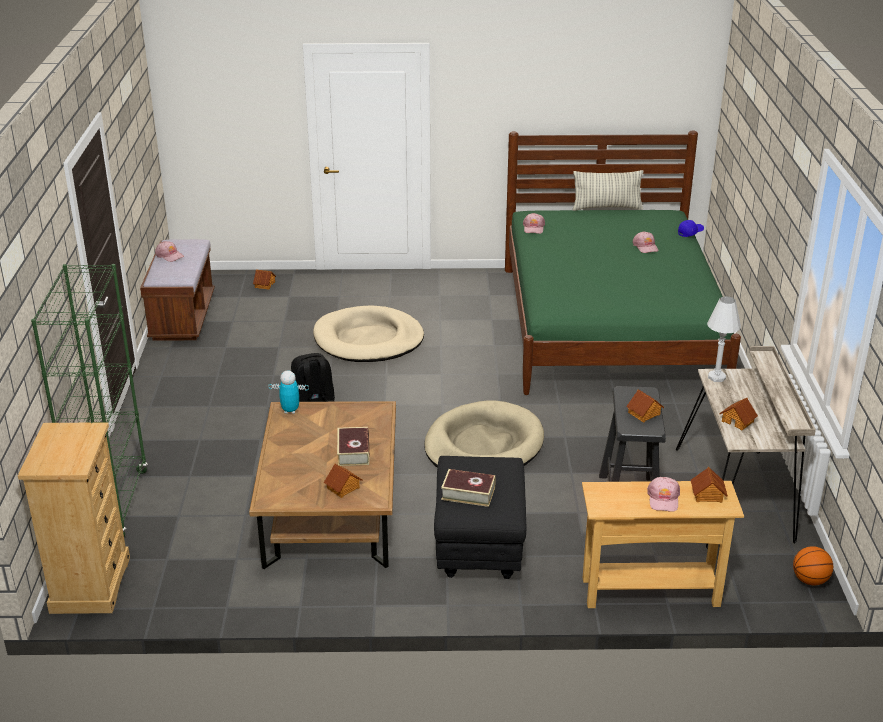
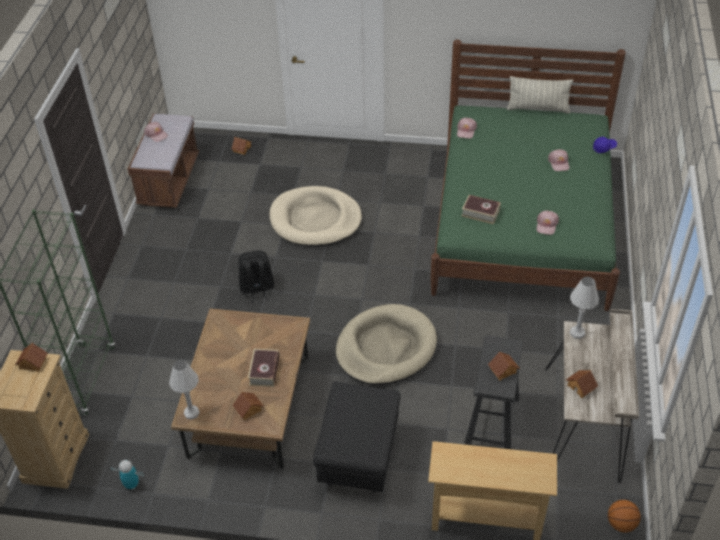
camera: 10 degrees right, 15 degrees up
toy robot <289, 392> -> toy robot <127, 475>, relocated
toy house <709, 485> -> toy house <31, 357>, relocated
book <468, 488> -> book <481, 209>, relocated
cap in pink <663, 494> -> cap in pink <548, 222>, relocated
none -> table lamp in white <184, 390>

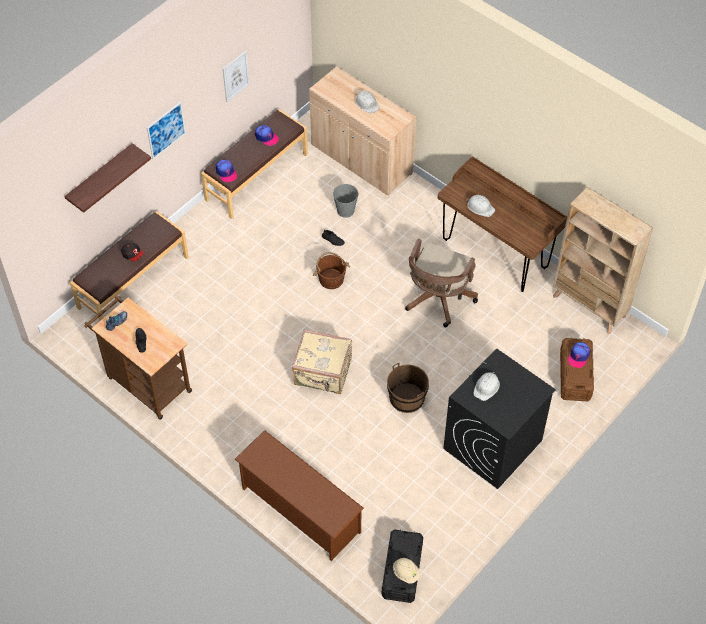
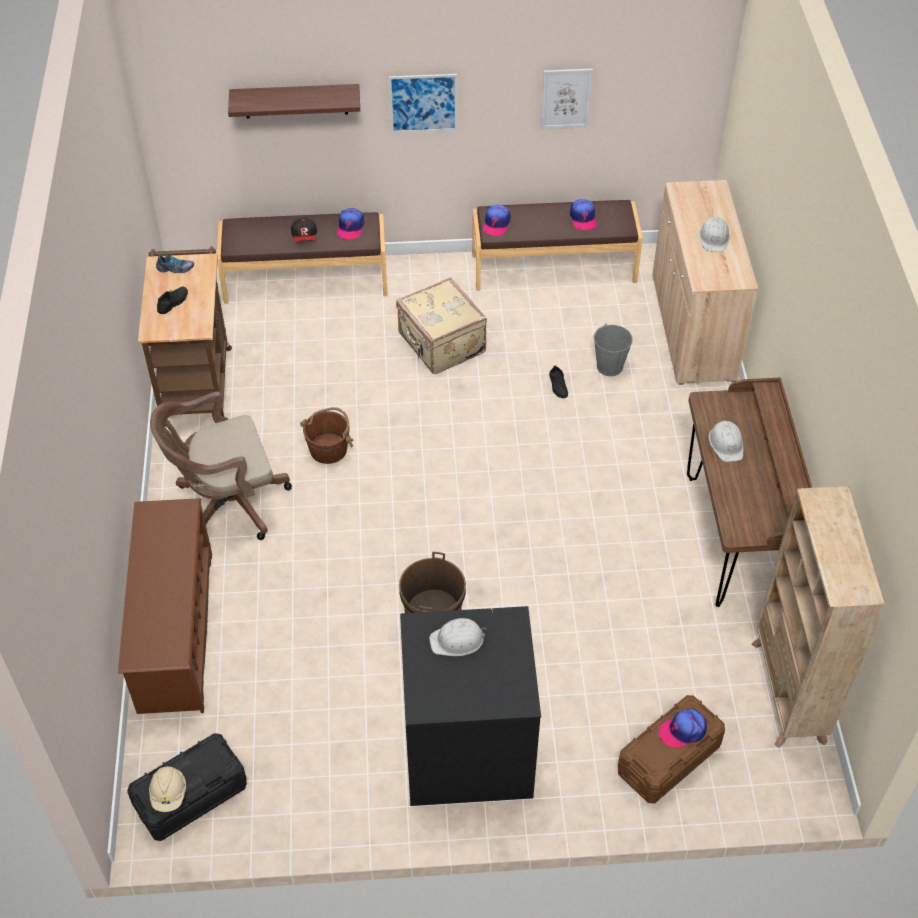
camera: 45 degrees right, 5 degrees down
office chair in brown <441, 283> -> office chair in brown <221, 466>, relocated
bucket in brown <331, 270> -> bucket in brown <326, 435>, relocated
suitcase in beige <322, 362> -> suitcase in beige <441, 325>, relocated
none -> cap <350, 223>

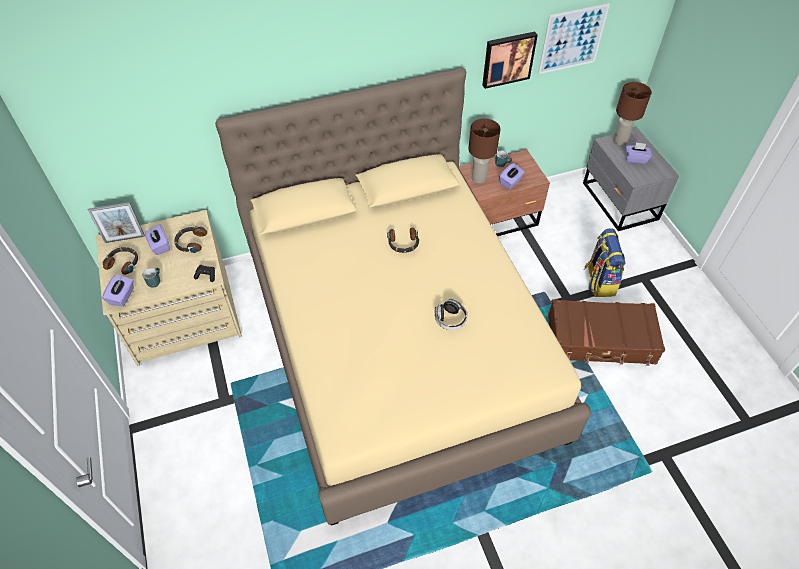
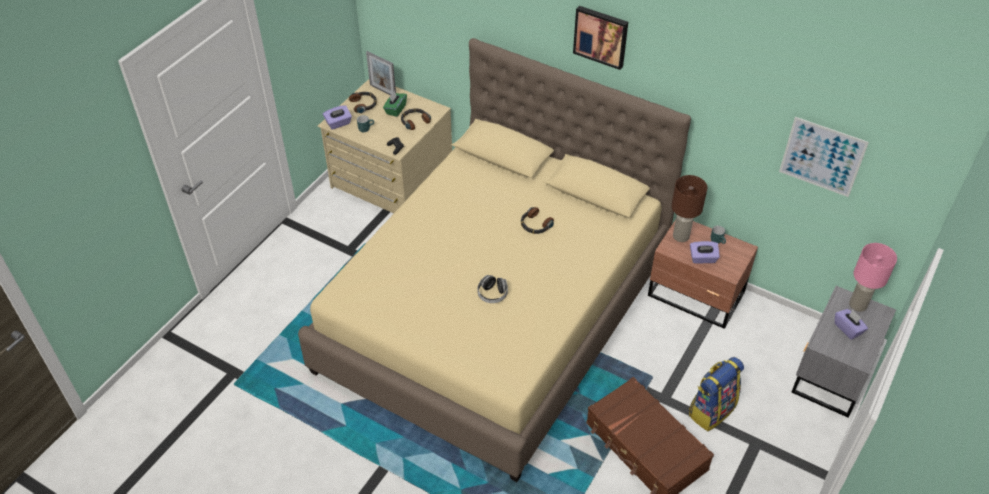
camera: 50 degrees right, 5 degrees down
picture <510, 60> -> picture <600, 38>, relocated
table lamp in brown <632, 114> -> table lamp in pink <873, 277>
tissue box in purple <157, 239> -> tissue box in green <395, 104>

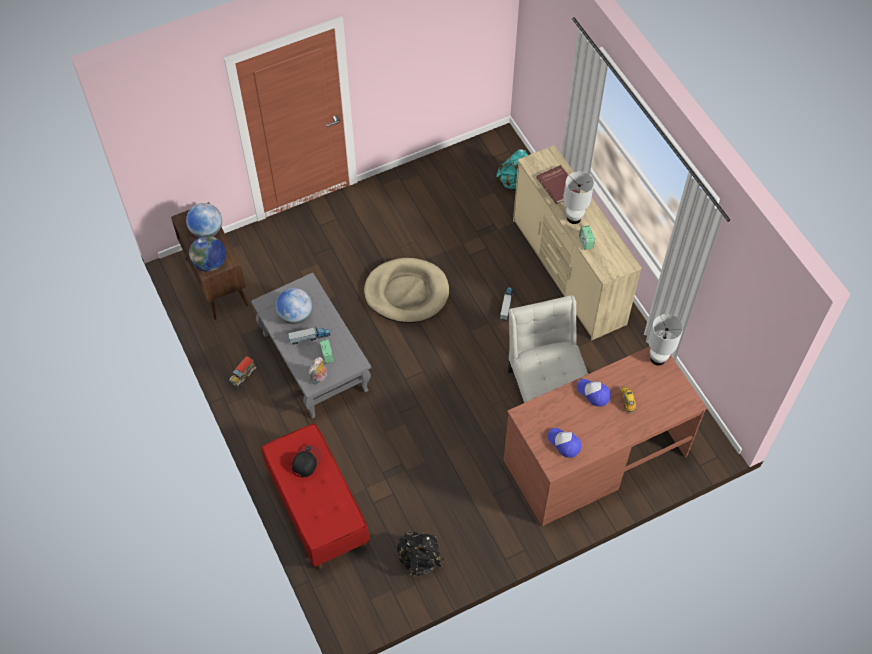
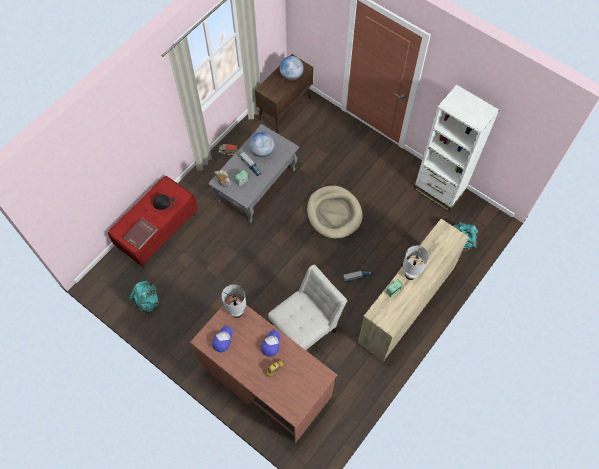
camera: 65 degrees right, 5 degrees up
book in red <556, 184> -> book in red <140, 233>, relocated
globe <207, 254> -> none
table lamp in white <665, 340> -> table lamp in white <234, 301>, relocated
backpack in black <420, 554> -> backpack in turquoise <144, 298>
none -> bookcase in white <456, 148>

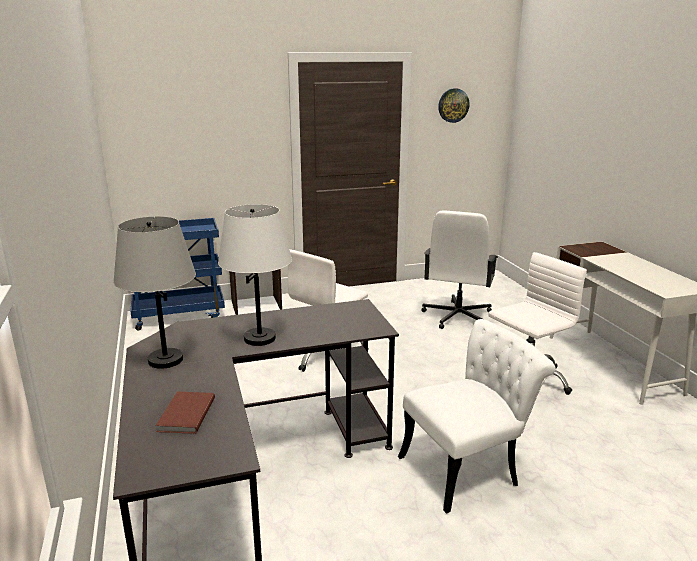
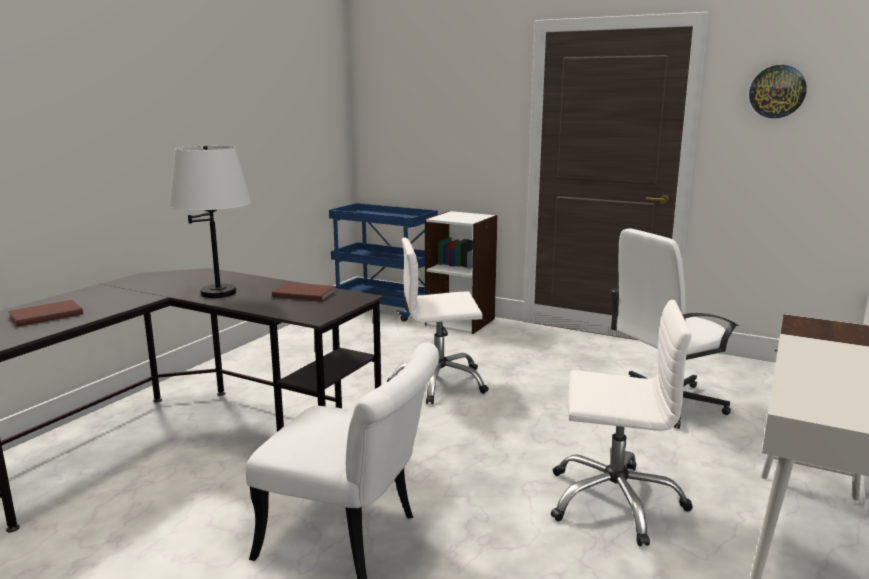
camera: 45 degrees right, 5 degrees down
table lamp in grey <154, 292> -> none
none -> book in brown <303, 291>

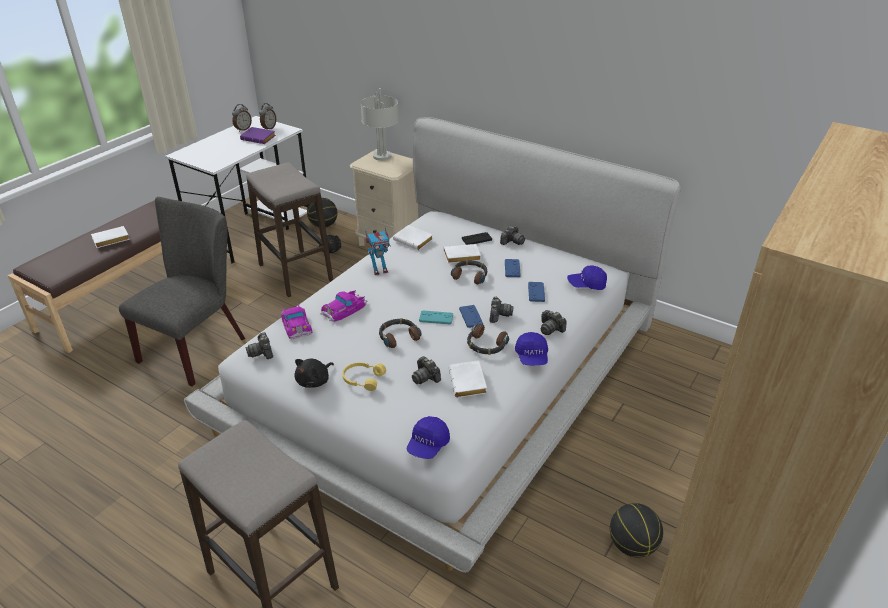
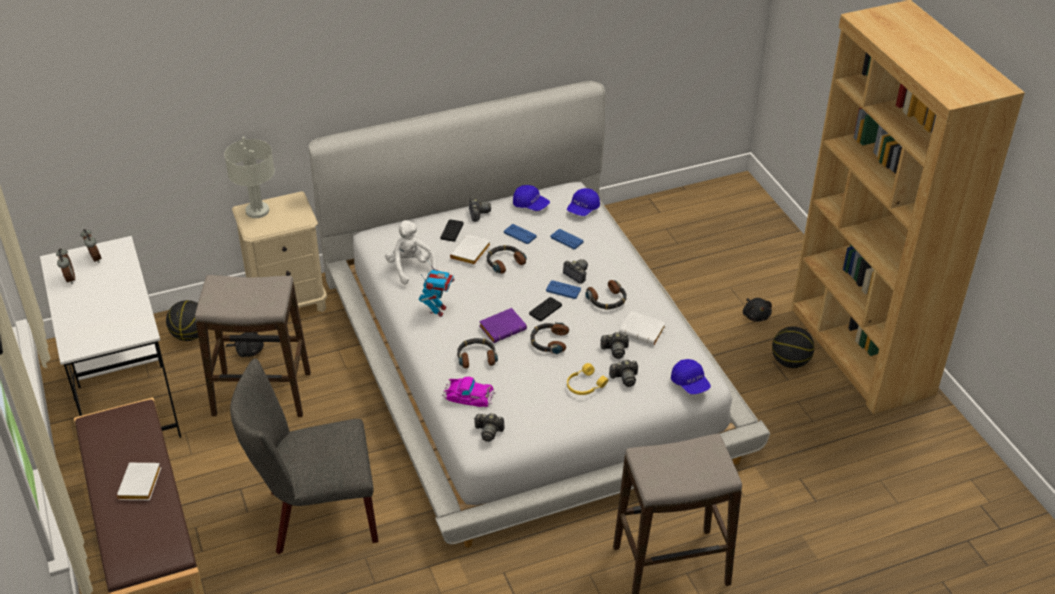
camera: 55 degrees left, 5 degrees up
book in purple <258, 135> -> book in purple <503, 325>, relocated
chair in grey <182, 292> -> chair in grey <304, 456>, 75 degrees counterclockwise
book in white <413, 237> -> plush toy in white <411, 252>
toy car <344, 306> -> headphones <477, 353>
game controller in turquoise <436, 317> -> game controller in black <545, 309>
photo camera <554, 322> -> photo camera <623, 373>, relocated
cap in blue <531, 348> -> cap in blue <531, 198>, relocated
plush toy in black <314, 373> -> plush toy in black <757, 310>, relocated

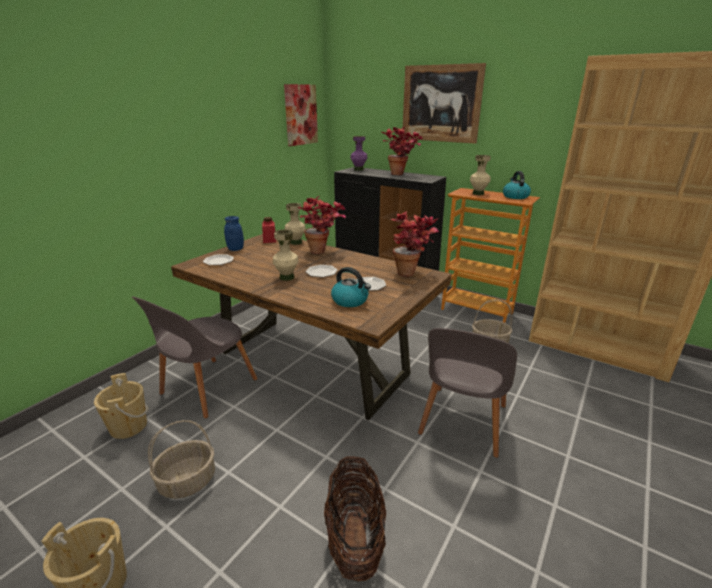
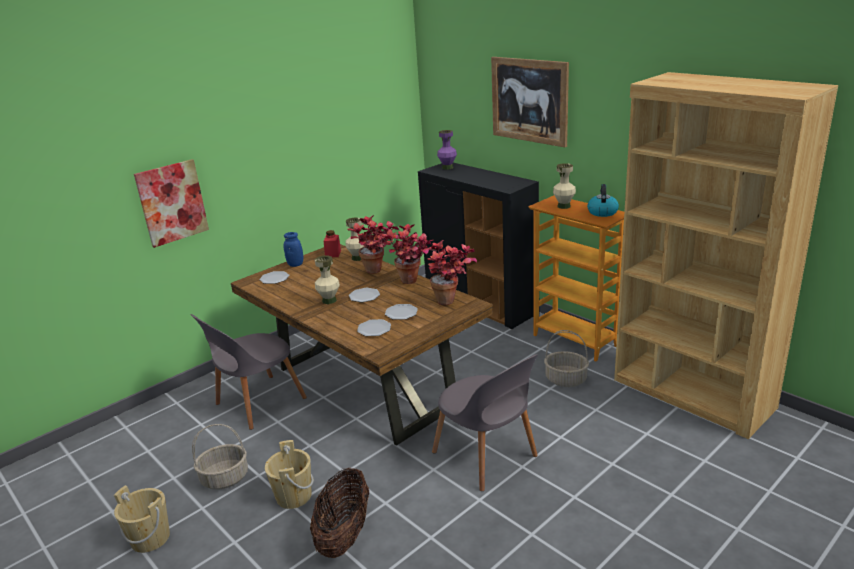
camera: 15 degrees right, 0 degrees up
picture <301, 115> -> picture <171, 203>, relocated
potted plant <402, 151> -> potted plant <406, 254>, relocated
kettle <351, 287> -> plate <374, 327>
chair in grey <467, 393> -> chair in grey <485, 422>, 75 degrees counterclockwise
bucket in beige <121, 406> -> bucket in beige <289, 474>, relocated

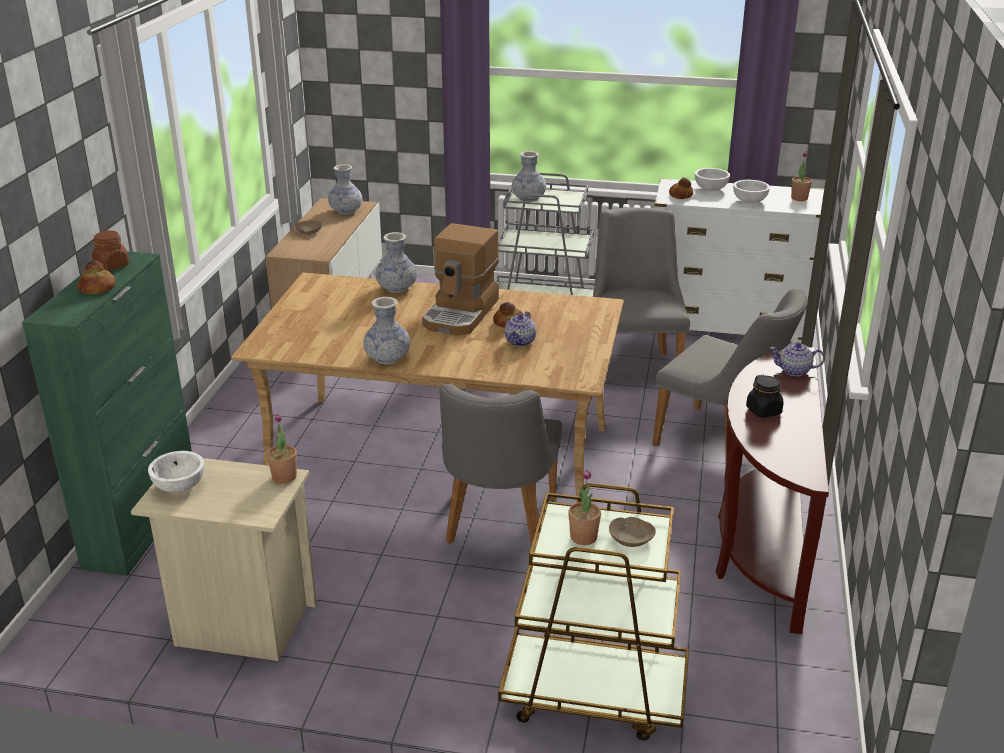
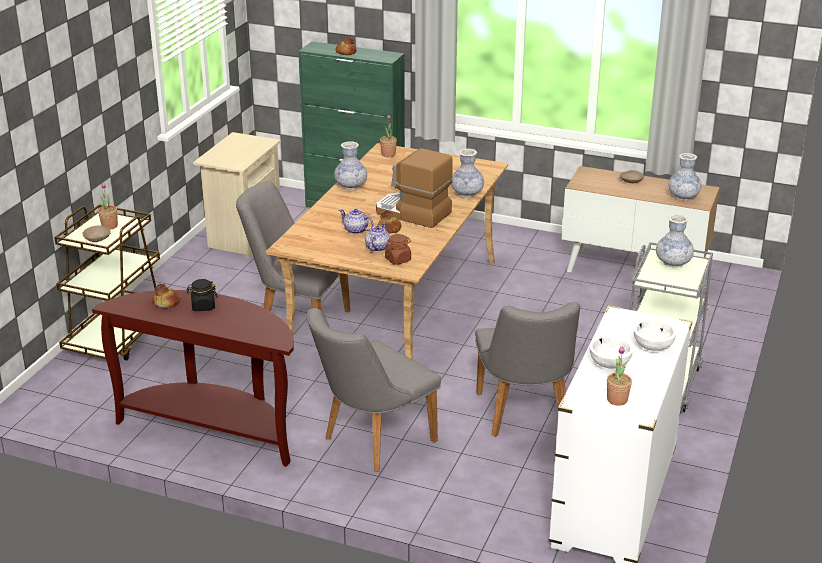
camera: 100 degrees right, 0 degrees up
bread <681, 188> -> bread <166, 296>, relocated
chair in grey <641, 282> -> chair in grey <527, 369>, 75 degrees clockwise
jar in brown <110, 251> -> jar in brown <398, 249>, relocated
teapot <797, 359> -> teapot <377, 237>, relocated
potted plant <282, 448> -> potted plant <388, 136>, relocated
bowl in white <176, 472> -> none

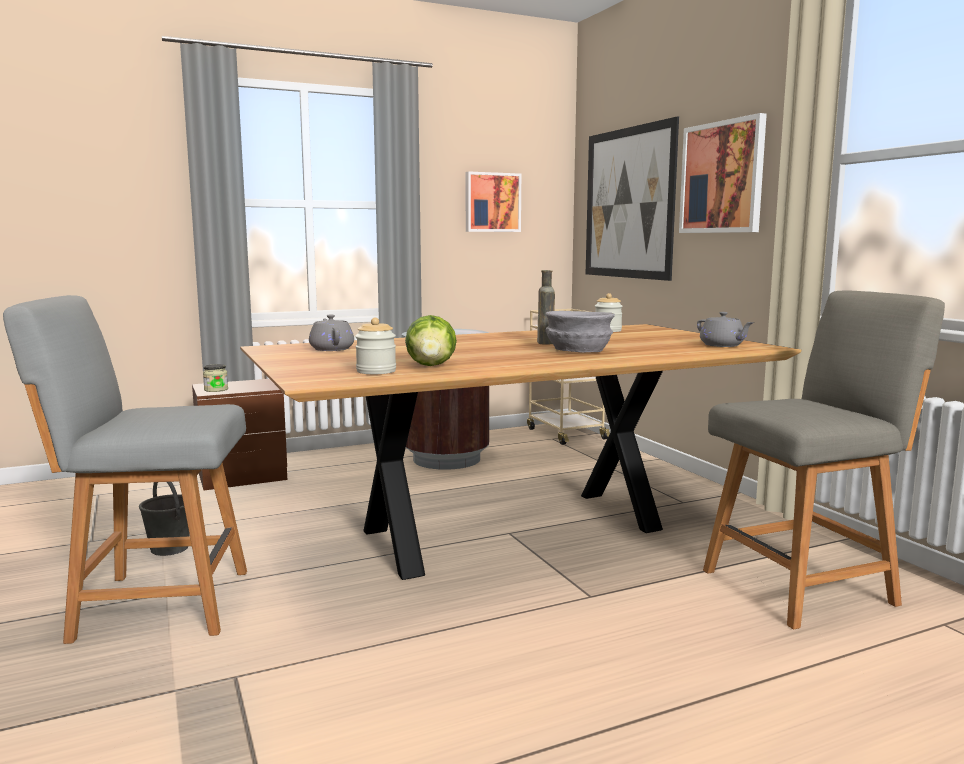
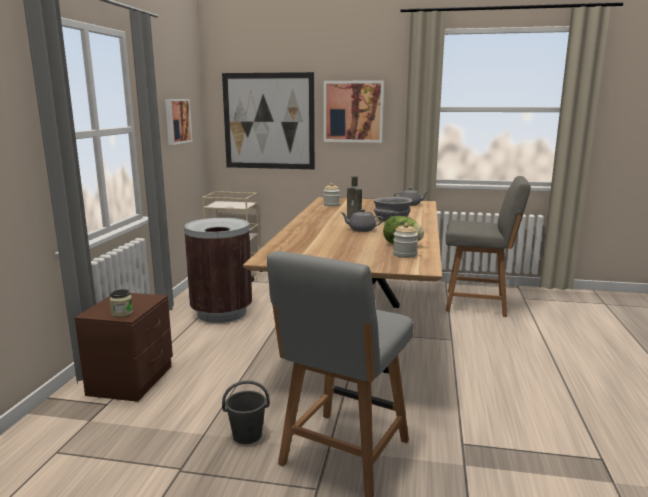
camera: 55 degrees left, 5 degrees up
chair in grey <824, 459> -> chair in grey <488, 246>, 90 degrees clockwise
teapot in grey <331, 333> -> teapot in grey <361, 220>, relocated

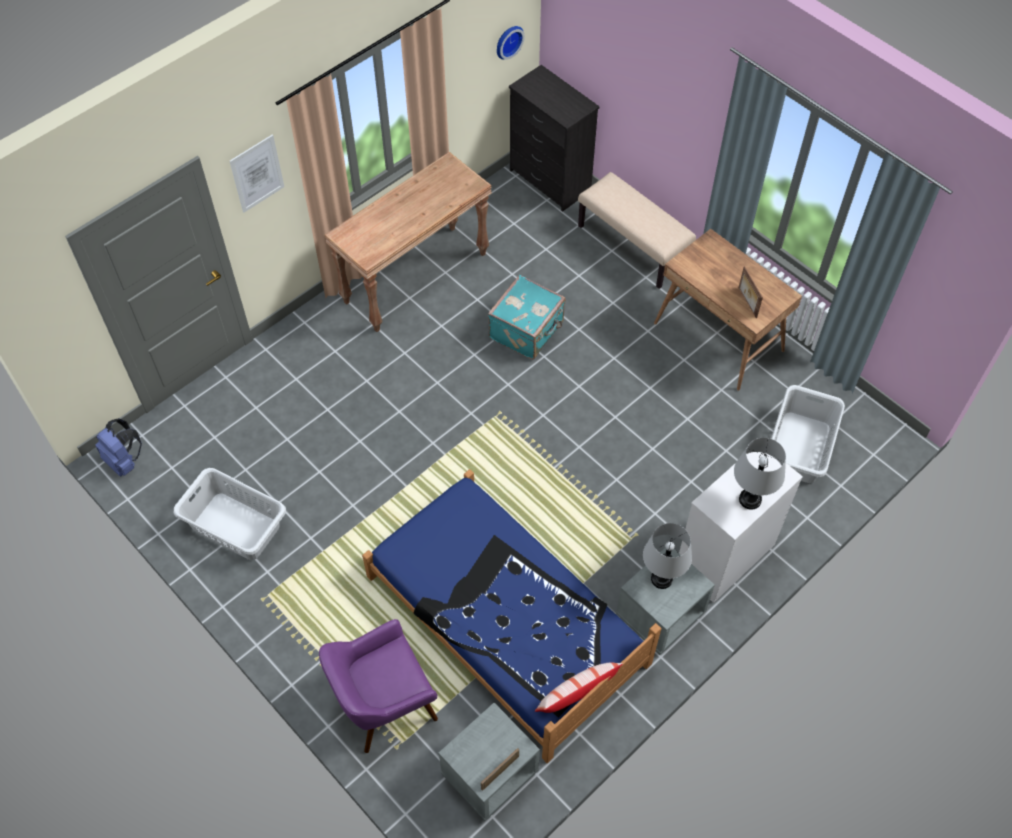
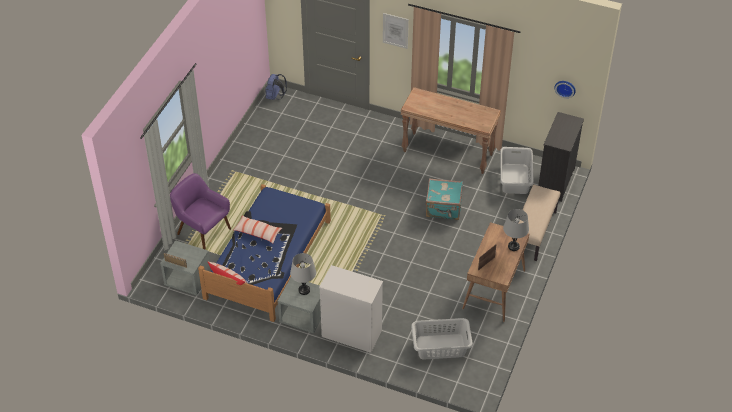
camera: 65 degrees right, 10 degrees down
table lamp in grey <760, 474> -> table lamp in grey <516, 230>, relocated
laundry basket in grey <230, 514> -> laundry basket in grey <517, 170>, relocated
none -> pillow <257, 229>

